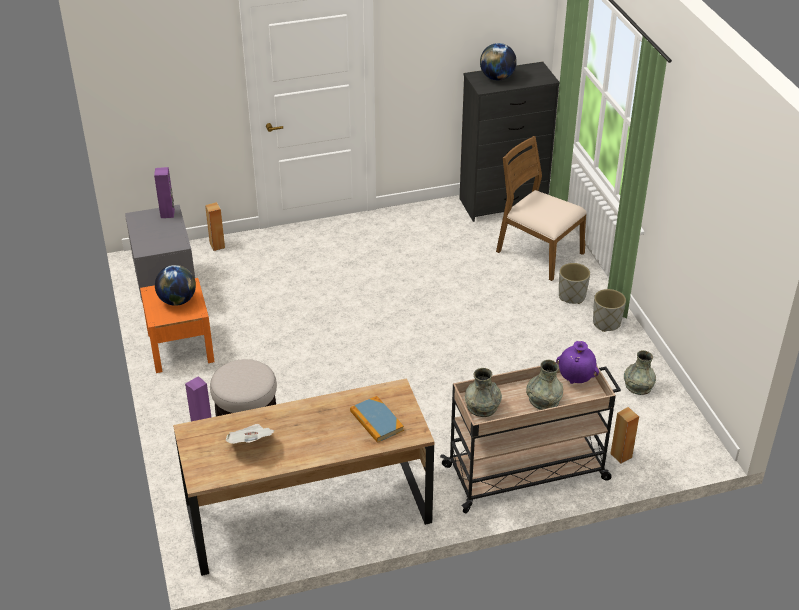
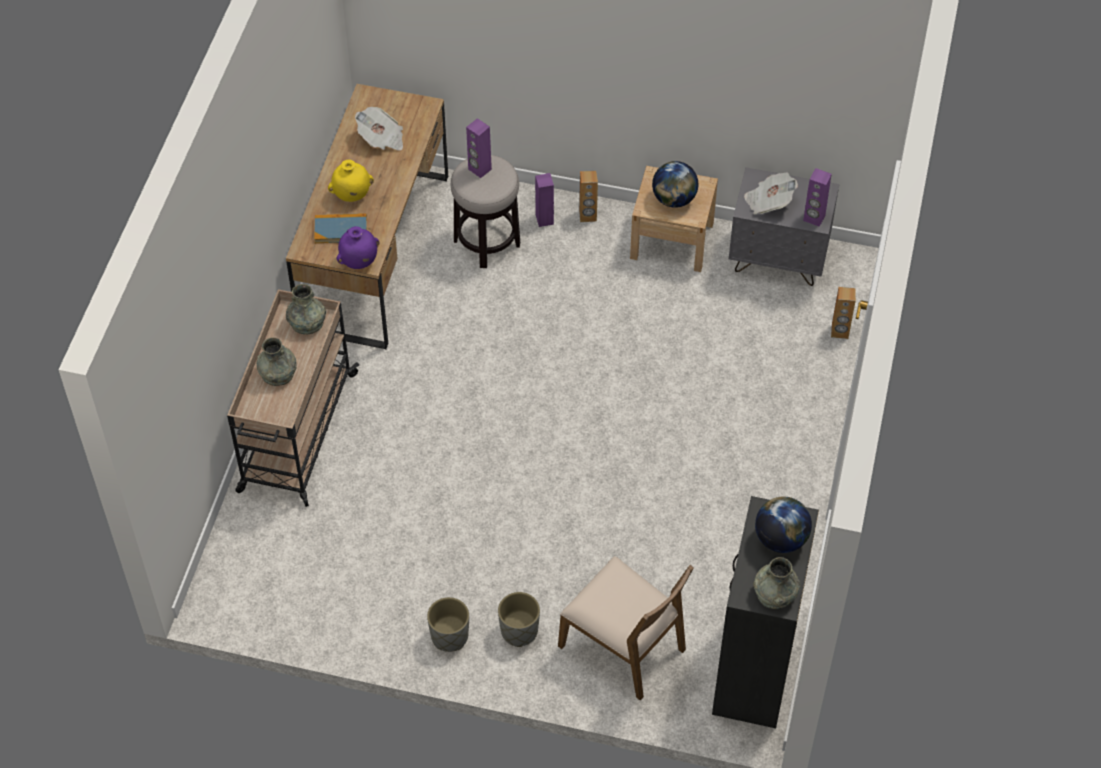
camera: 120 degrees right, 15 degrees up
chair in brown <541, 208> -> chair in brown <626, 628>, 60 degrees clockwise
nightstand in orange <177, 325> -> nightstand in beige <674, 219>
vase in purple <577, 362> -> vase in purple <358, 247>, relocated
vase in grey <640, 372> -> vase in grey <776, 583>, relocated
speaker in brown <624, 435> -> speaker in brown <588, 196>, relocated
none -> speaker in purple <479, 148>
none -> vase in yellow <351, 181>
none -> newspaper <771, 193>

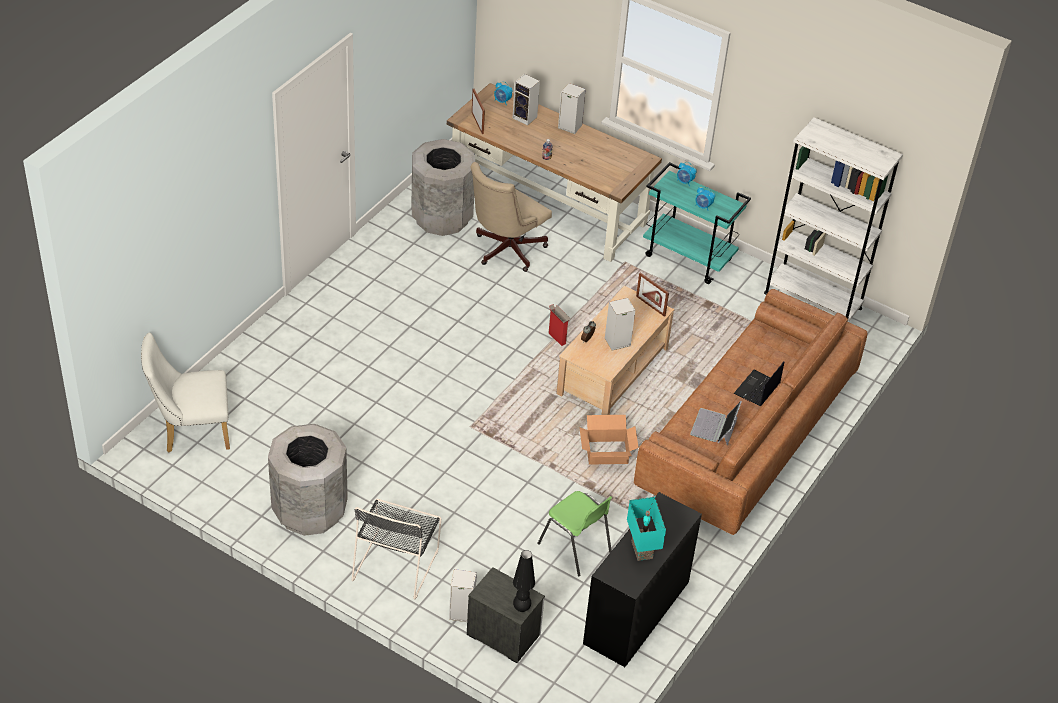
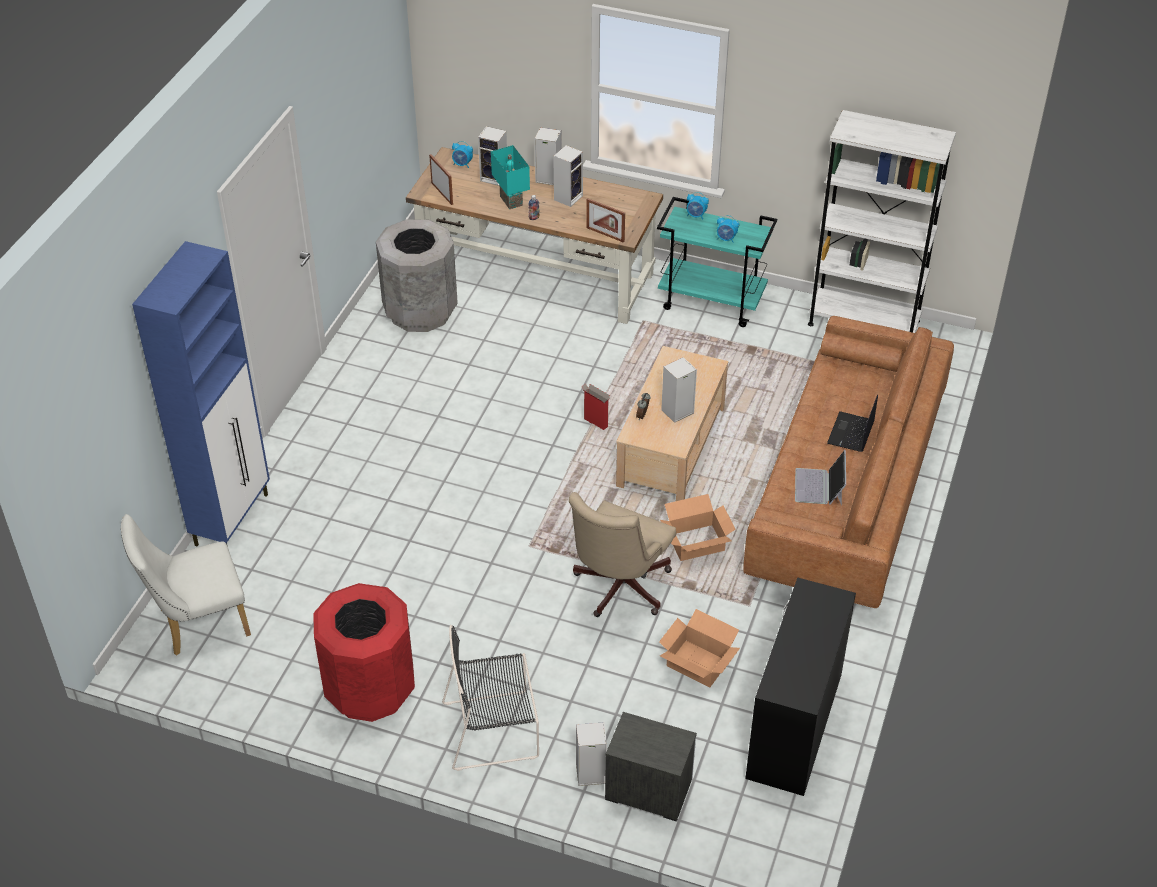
camera: 10 degrees left, 0 degrees up
office chair in beige <511, 217> -> office chair in beige <622, 554>, relocated
picture frame <652, 294> -> picture frame <605, 220>, relocated
trash can in grey <308, 480> -> trash can in red <364, 652>
chair in green <575, 533> -> cardboard box <699, 648>
table lamp in turquoise <646, 529> -> table lamp in turquoise <510, 177>, relocated
chair in black <396, 549> -> chair in black <490, 698>, 75 degrees clockwise
table lamp in black <524, 581> -> none
none -> speaker <568, 176>
none -> cabinet in blue <201, 394>

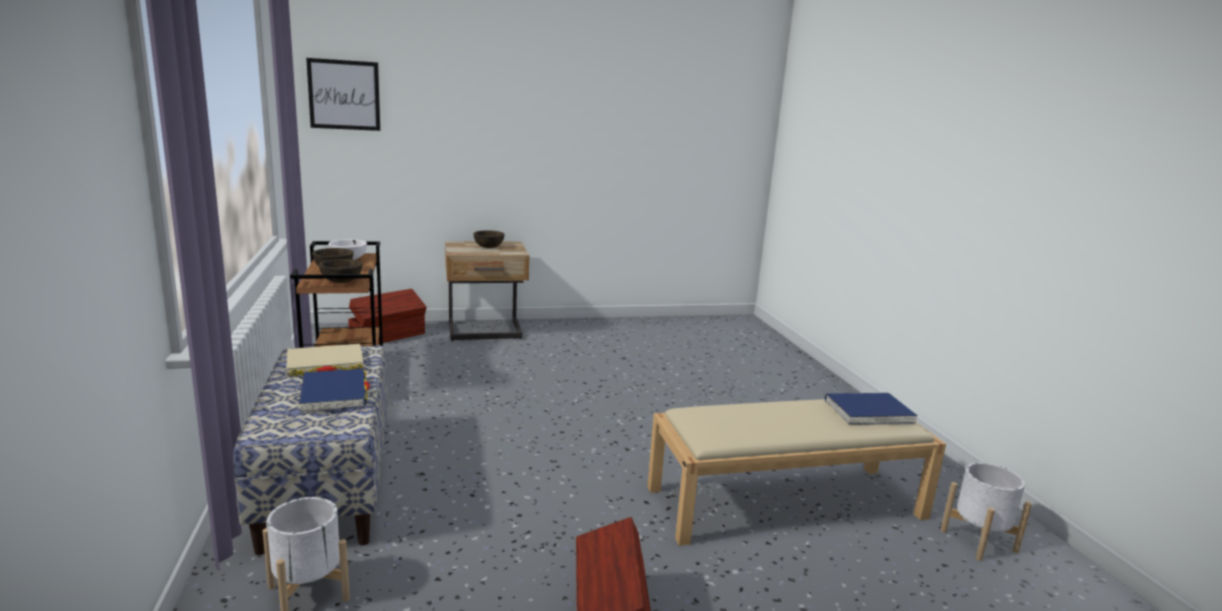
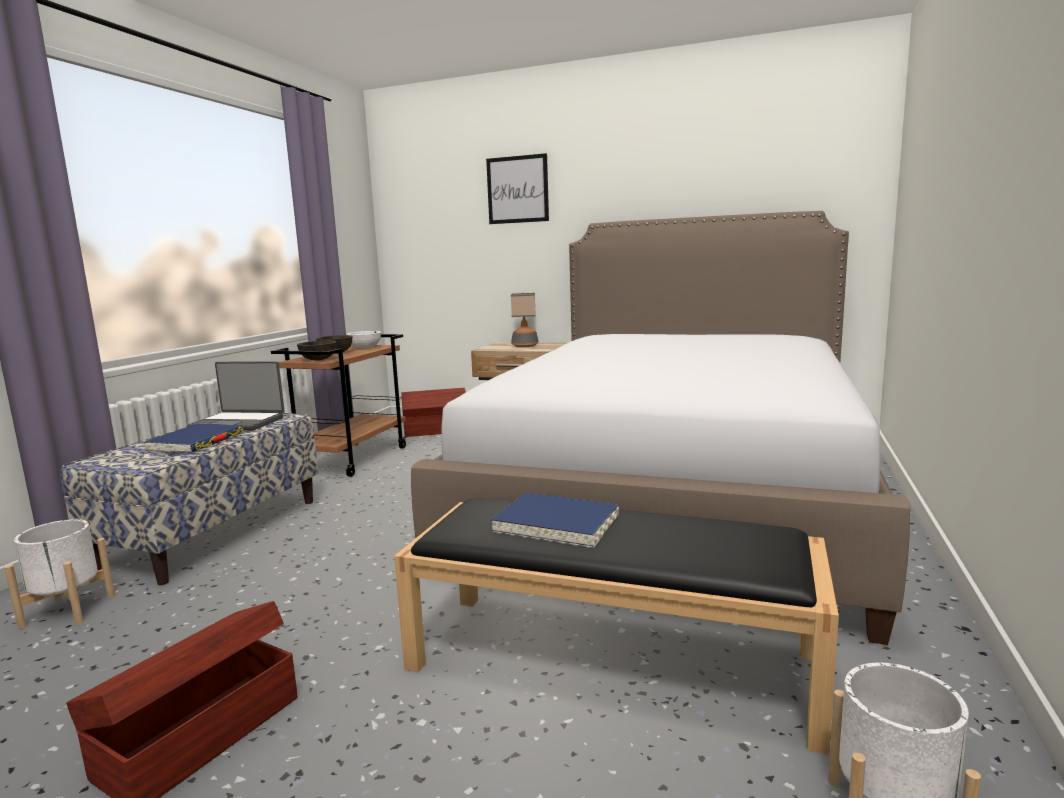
camera: 35 degrees right, 5 degrees down
picture <343, 94> -> picture <517, 188>, relocated
bowl in brown <488, 239> -> table lamp <524, 320>
book in beige <325, 360> -> laptop <236, 396>
book in blue <871, 409> -> book in blue <555, 520>, relocated
bench in beige <796, 472> -> bench in black <616, 626>
none -> bed <660, 428>

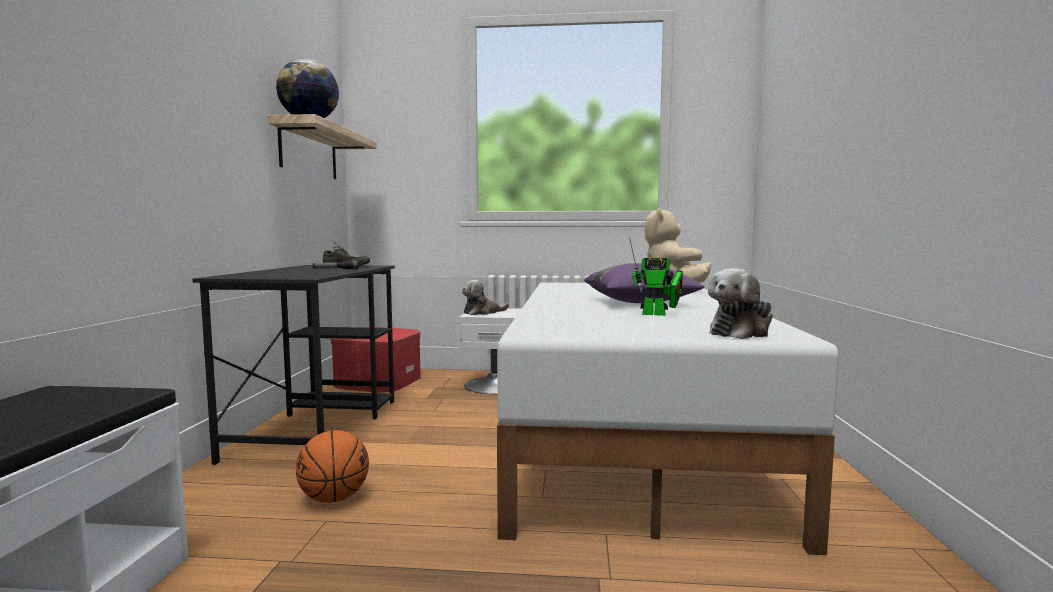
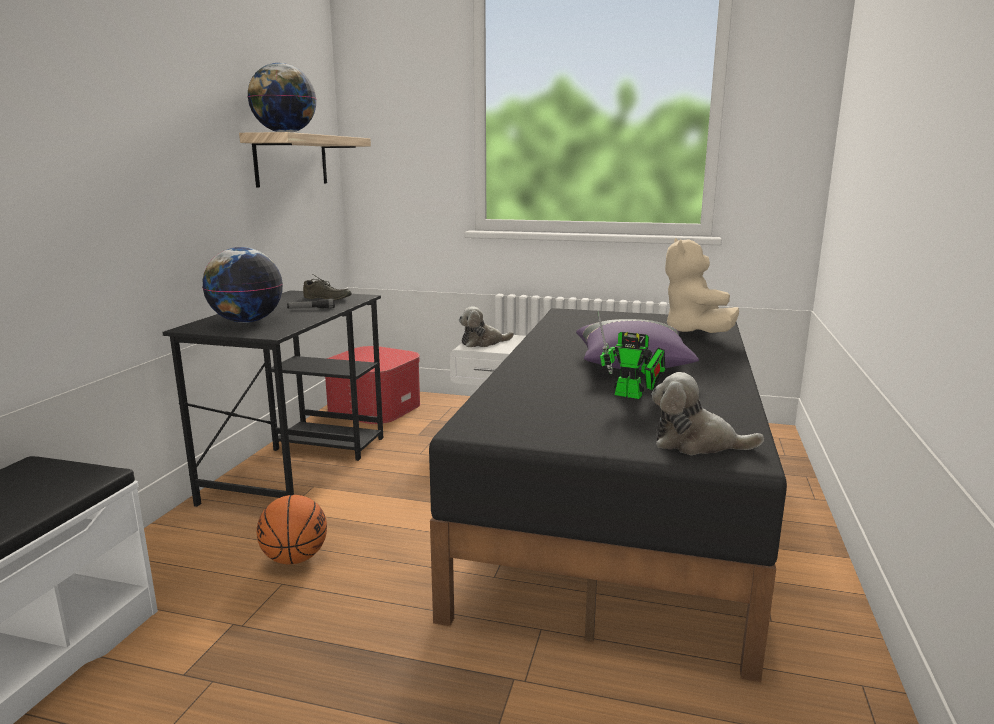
camera: 10 degrees right, 10 degrees up
plush toy <740, 303> -> plush toy <708, 413>, 45 degrees clockwise
bed in white <668, 418> -> bed in black <608, 495>
none -> globe <242, 285>

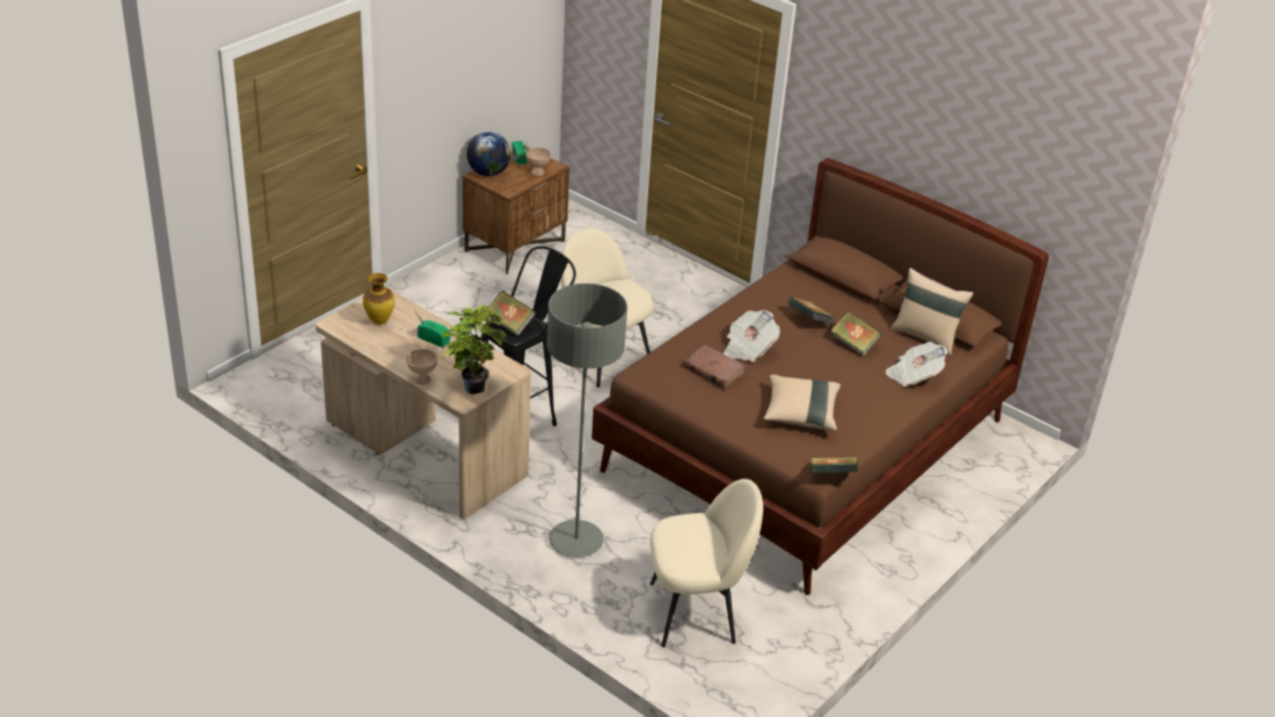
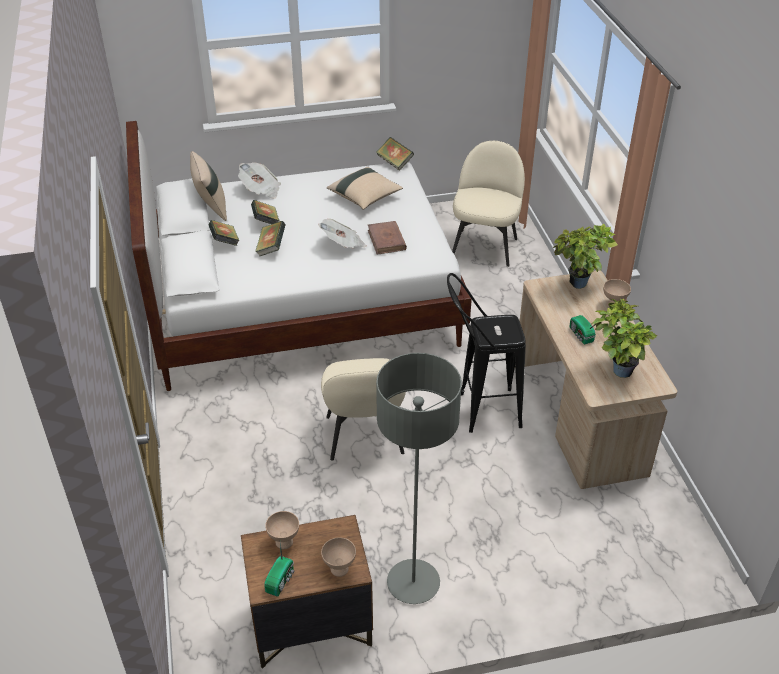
camera: 140 degrees left, 5 degrees up
globe <489, 154> -> bowl in beige <338, 557>
bed in brown <820, 376> -> bed in white <299, 256>
vase <379, 299> -> potted plant <623, 338>
floor lamp in grey <587, 420> -> floor lamp in grey <419, 478>, relocated
book <512, 313> -> book <224, 233>, relocated
chair in beige <706, 563> -> chair in beige <488, 204>, 75 degrees clockwise

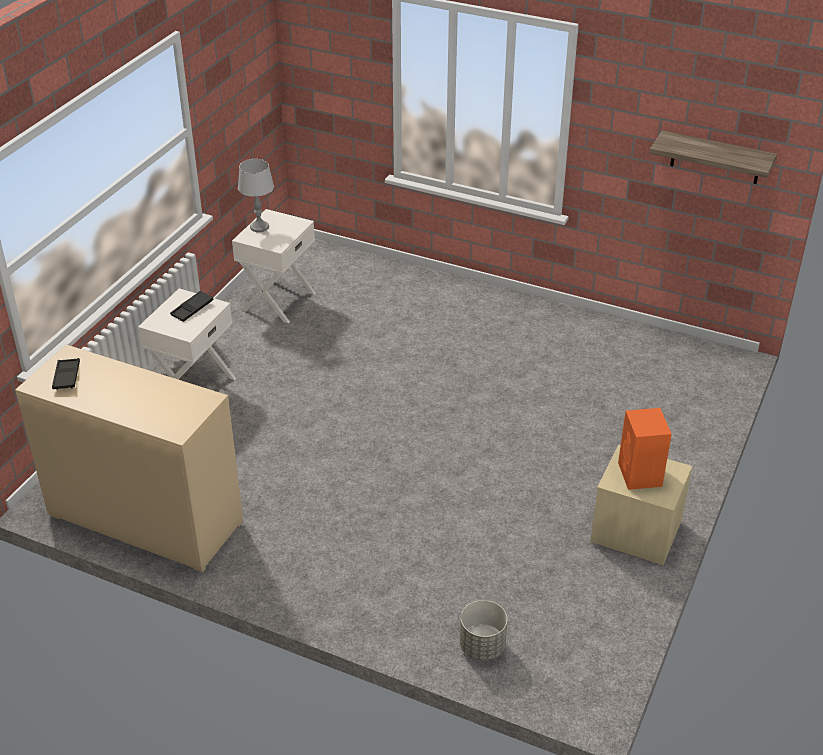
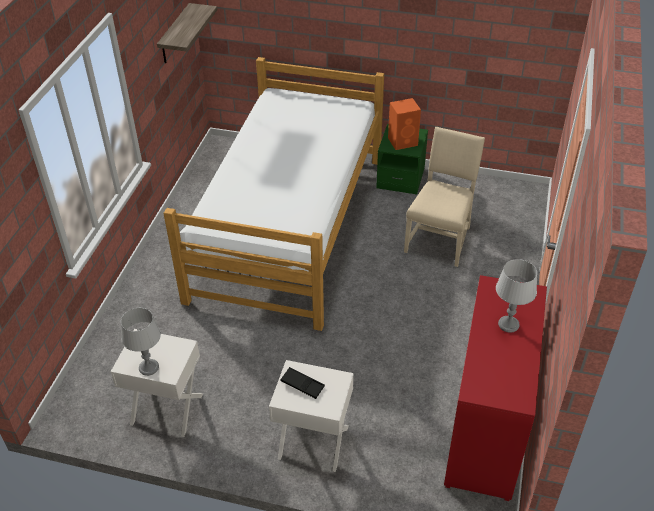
camera: 100 degrees left, 5 degrees up
dresser in beige <129, 459> -> dresser in red <495, 388>
tray in black <66, 374> -> none
nightstand in beige <641, 505> -> nightstand in green <402, 159>
planter in grey <484, 630> -> none
none -> bed <273, 194>
none -> chair in beige <444, 197>
none -> table lamp in grey <516, 296>

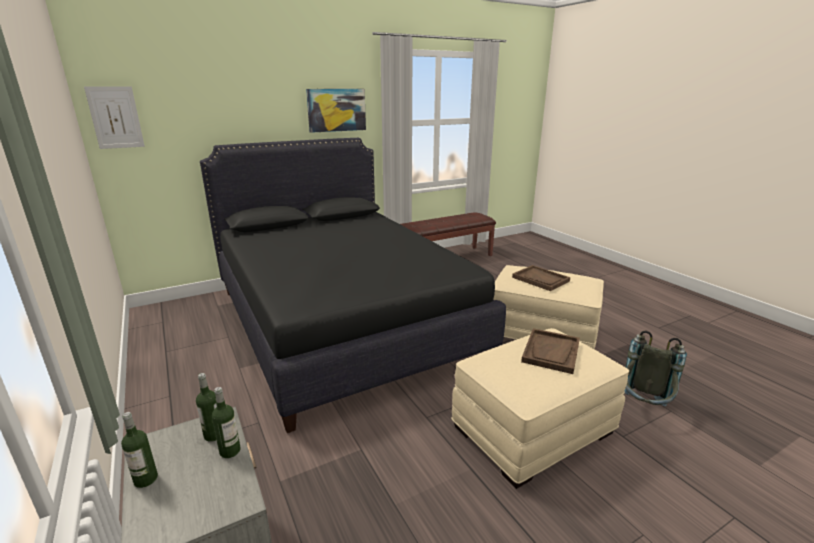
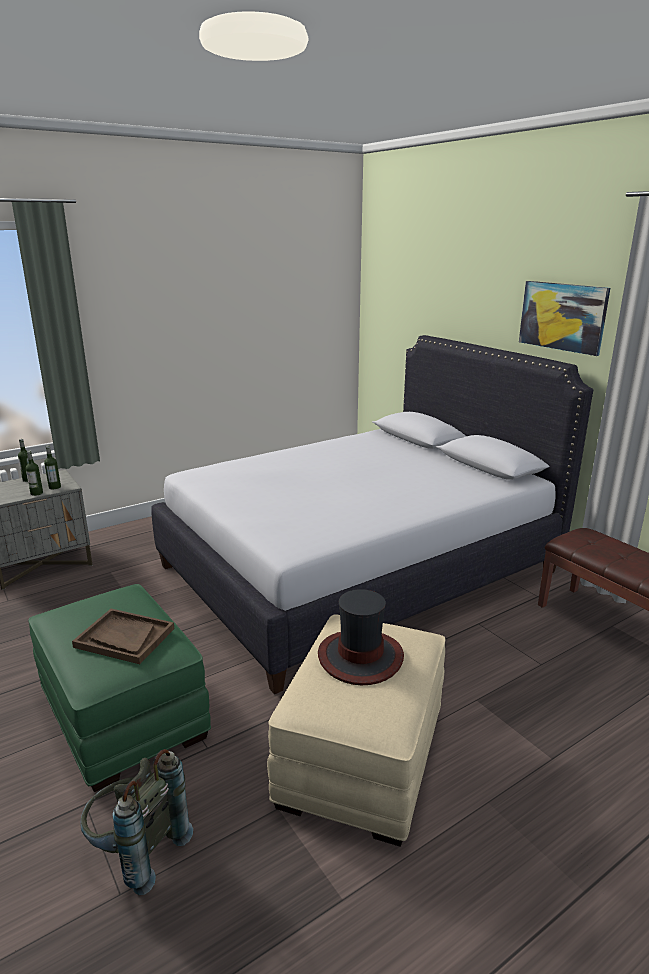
camera: 85 degrees right, 0 degrees up
picture <114, 117> -> none
bed in black <353, 285> -> bed in white <372, 515>
tray in brown <541, 278> -> hat <361, 637>
ottoman in beige <540, 408> -> ottoman in green <119, 688>

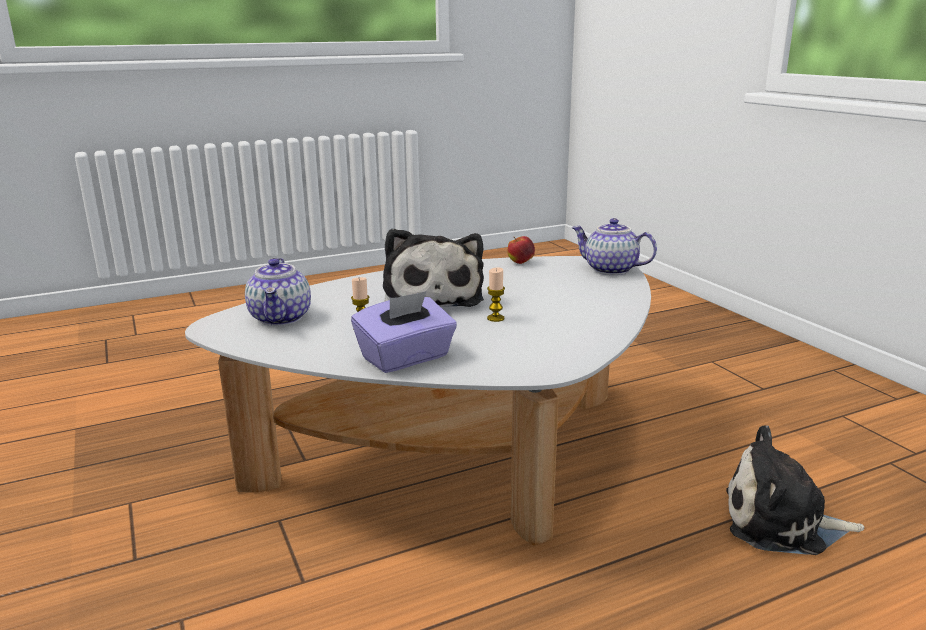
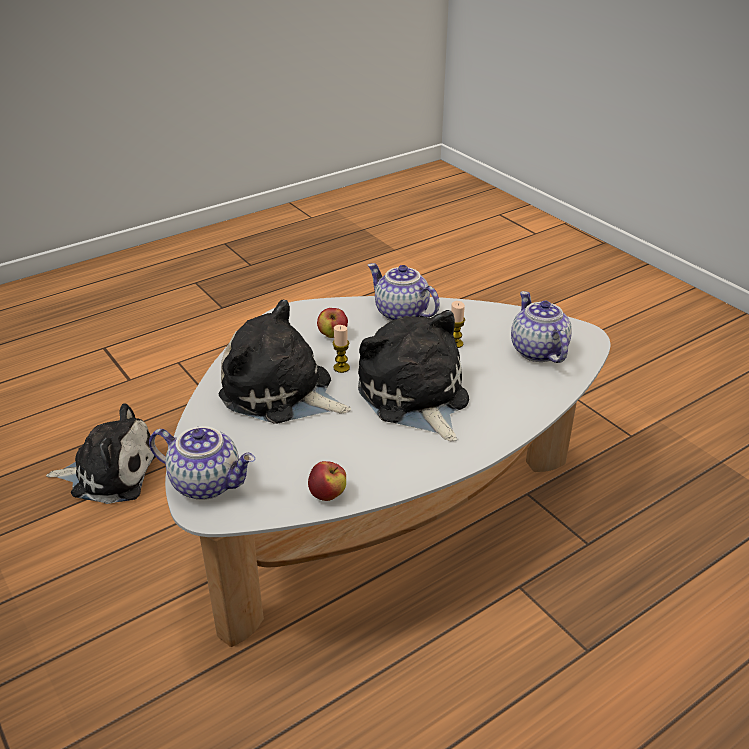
camera: 170 degrees right, 15 degrees up
tissue box in purple <404, 332> -> teapot <404, 292>
none -> plush toy <285, 362>
none -> apple <332, 323>

